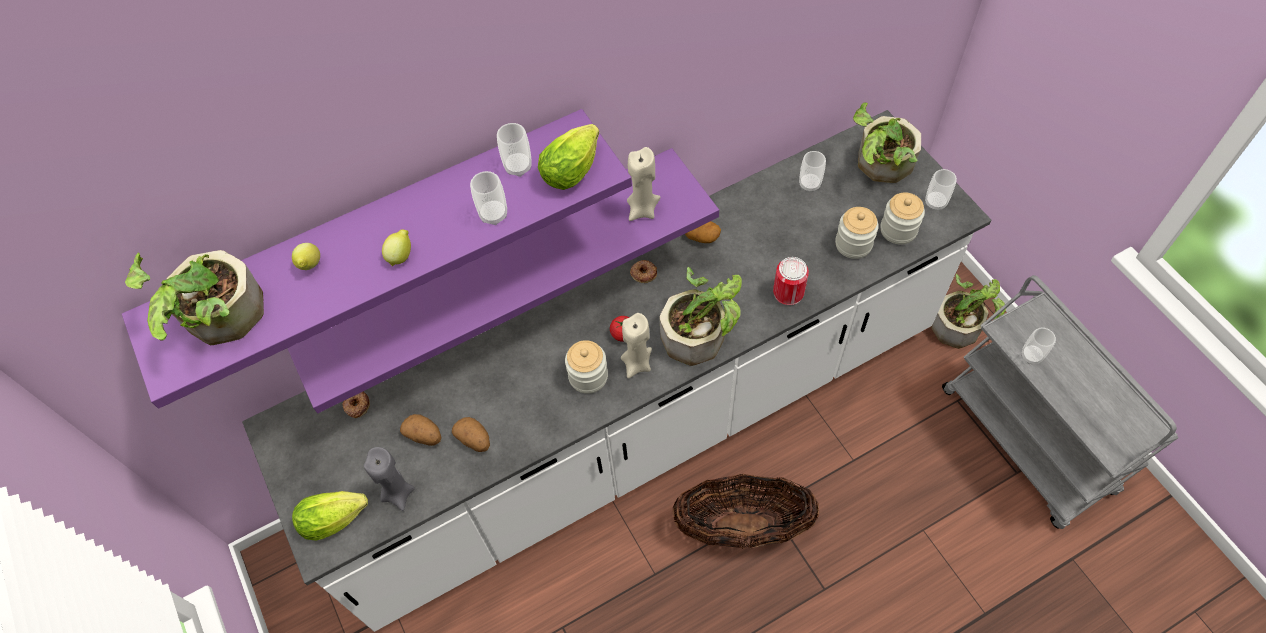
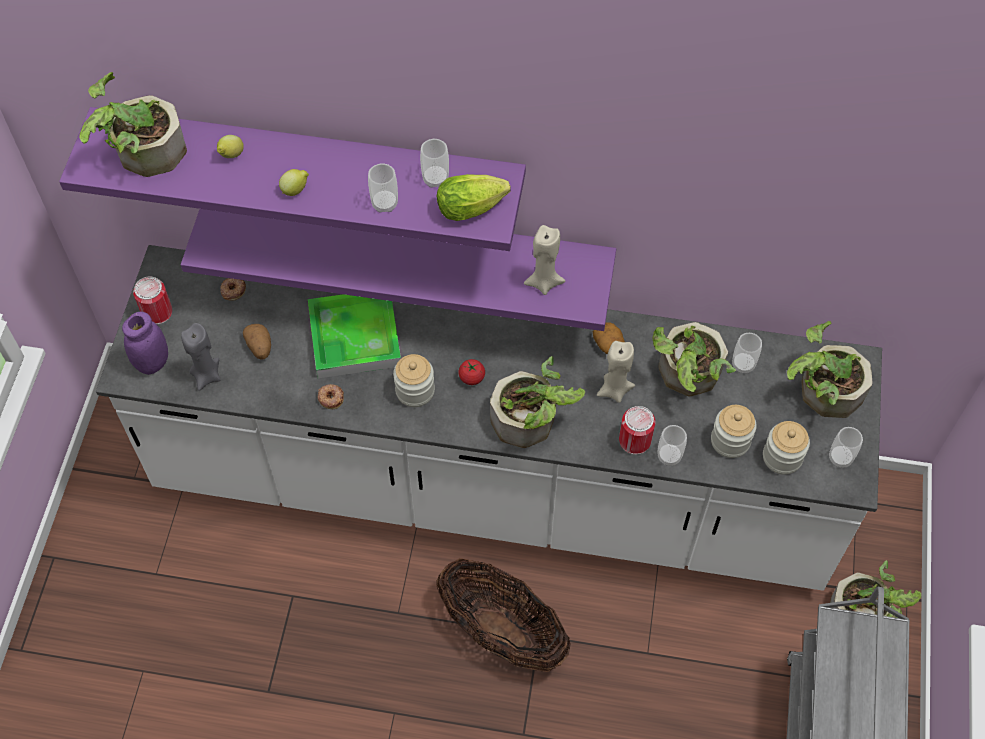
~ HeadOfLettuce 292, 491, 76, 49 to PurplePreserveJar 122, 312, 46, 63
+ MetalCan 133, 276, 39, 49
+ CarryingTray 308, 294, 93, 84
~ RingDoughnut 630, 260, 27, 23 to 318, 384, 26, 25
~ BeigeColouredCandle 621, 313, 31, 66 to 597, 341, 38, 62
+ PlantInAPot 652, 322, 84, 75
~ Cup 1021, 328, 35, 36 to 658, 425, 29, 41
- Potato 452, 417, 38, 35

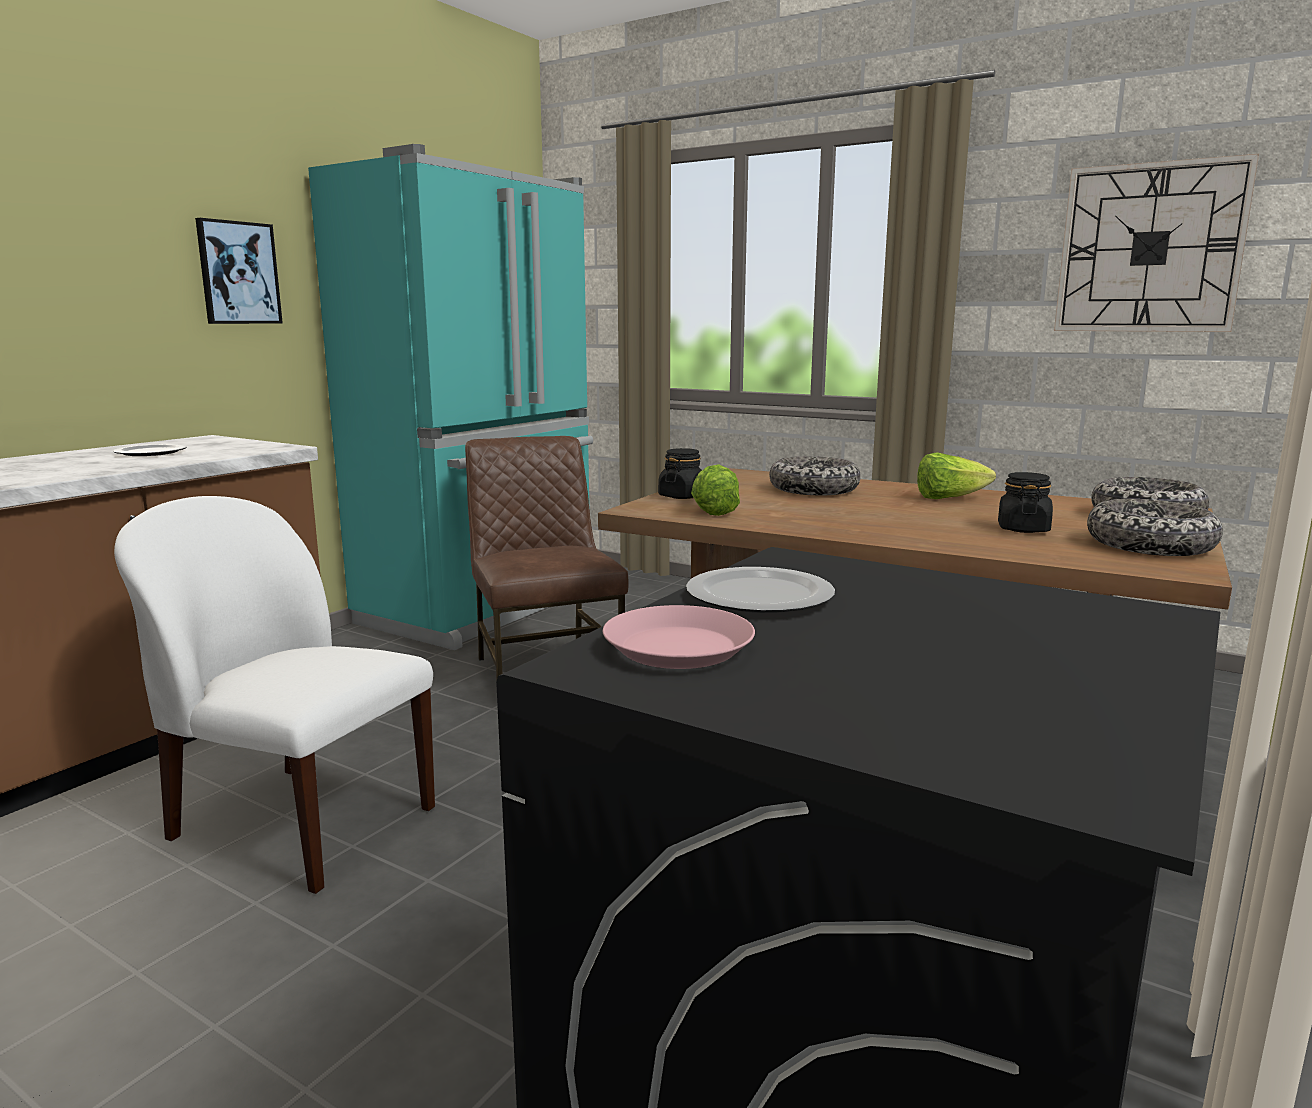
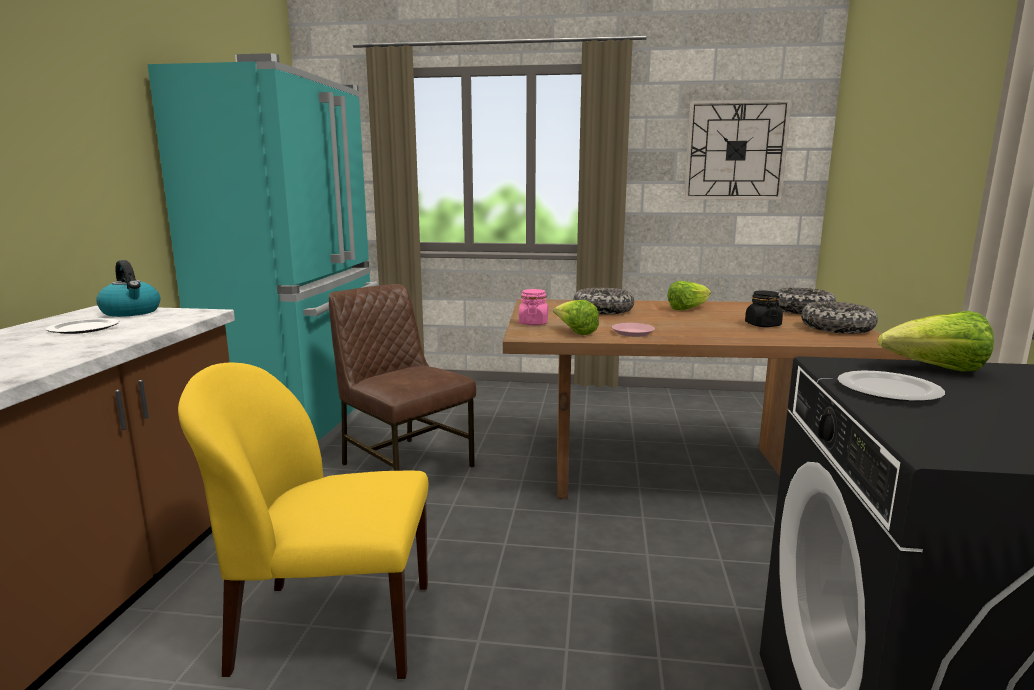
+ WaterKettle 96, 260, 64, 57
~ WhiteColouredChair 114, 496, 321, 398 to YellowishChair 178, 362, 250, 317
~ BlackishPreserveJar 658, 448, 44, 51 to PinkishPreserveJar 519, 289, 29, 36
~ PinkishDinnerPlate 603, 605, 152, 64 to 612, 323, 43, 14
+ HeadOfLettuce 878, 311, 116, 61
- WallPicture 195, 218, 88, 106

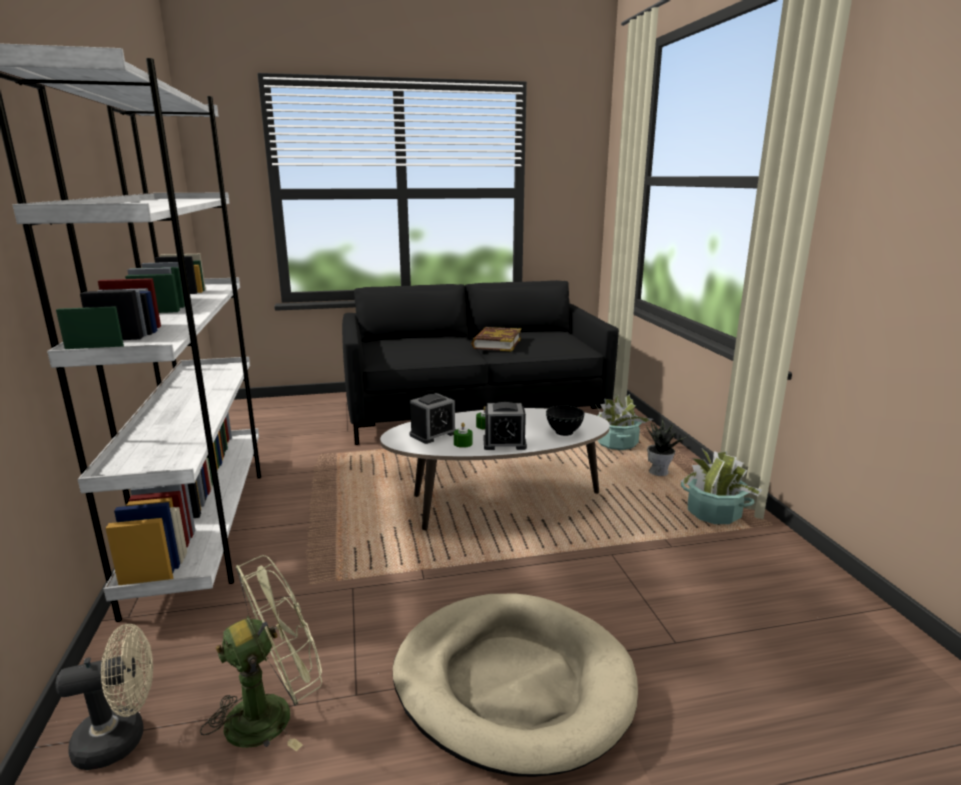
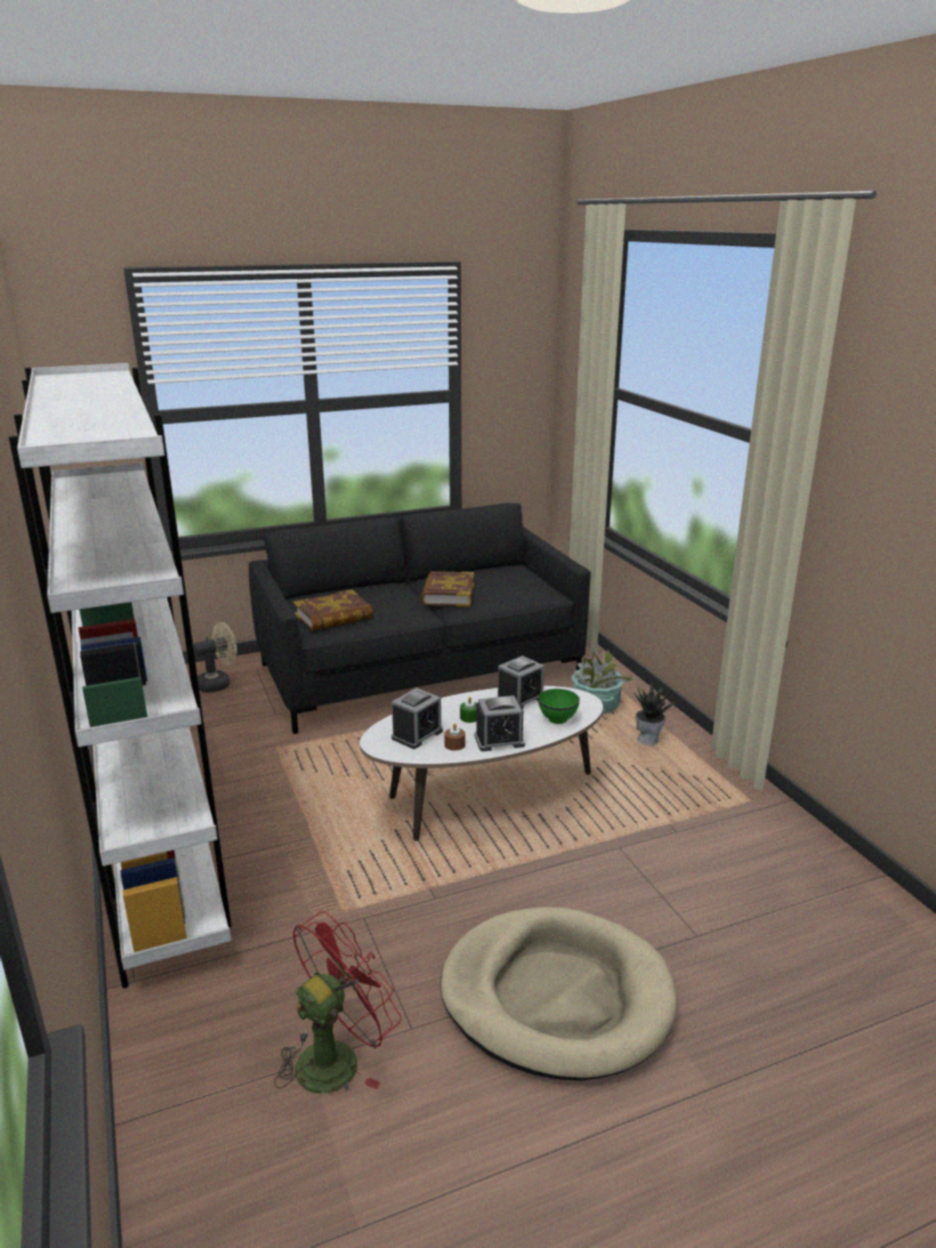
~ BeigeColouredFan 56, 624, 97, 146 to 193, 622, 44, 71
~ GreenColouredFan 200, 555, 122, 196 to ReddishFan 274, 911, 127, 183
+ Volume 293, 590, 80, 41
~ GreenColouredCandle 454, 423, 19, 25 to BrownCandle 444, 723, 21, 28
+ AlarmClock 497, 656, 47, 53
~ BlackishDeepDish 546, 406, 39, 30 to GreenColouredDeepDish 538, 689, 41, 35
- PlantInAPot 680, 449, 82, 75

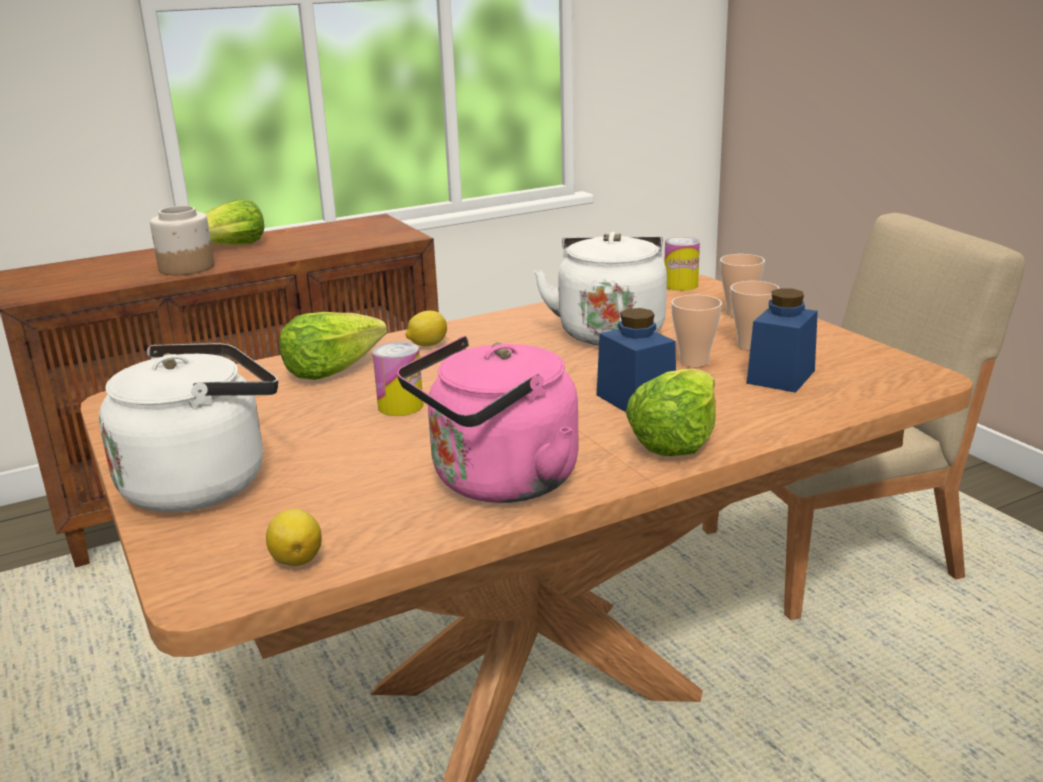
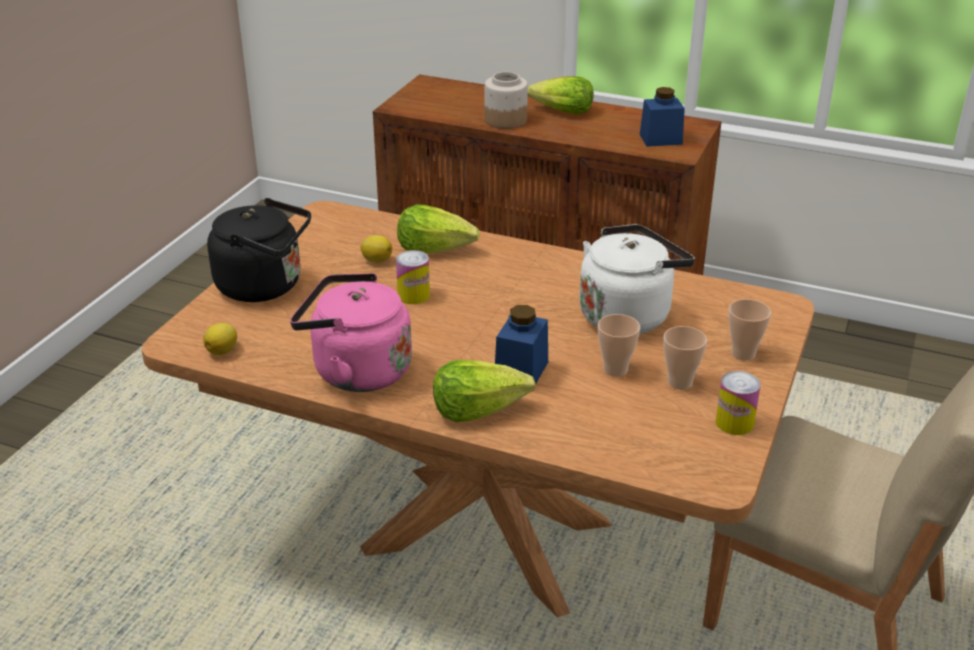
~ WhiteColouredWaterKettle 99, 343, 179, 169 to BlackishWaterKettle 207, 198, 104, 104
~ WholeLemon 406, 311, 41, 36 to 360, 235, 32, 28
~ BlueColouredPreserveJar 747, 288, 71, 105 to 640, 87, 45, 60
~ MetalCan 664, 237, 36, 54 to 715, 371, 46, 64

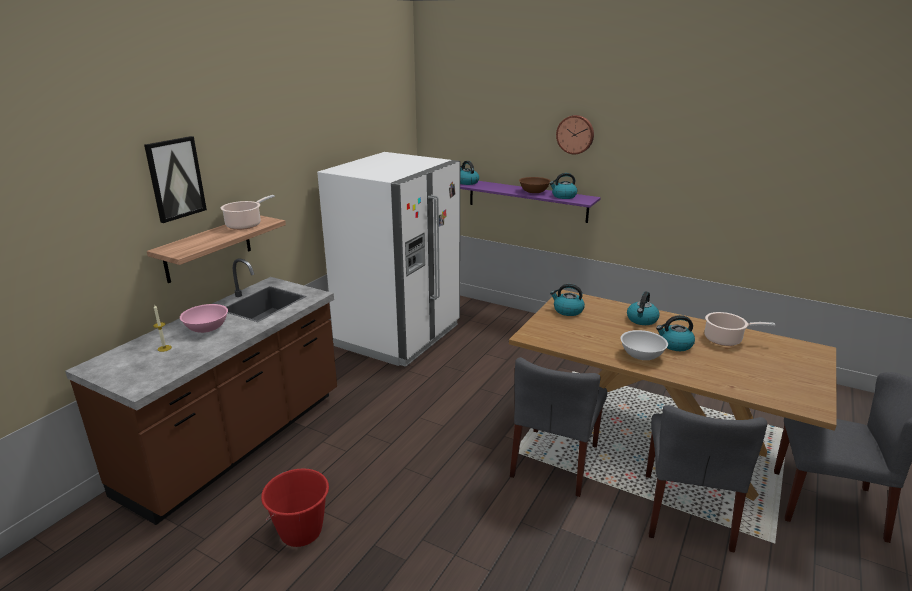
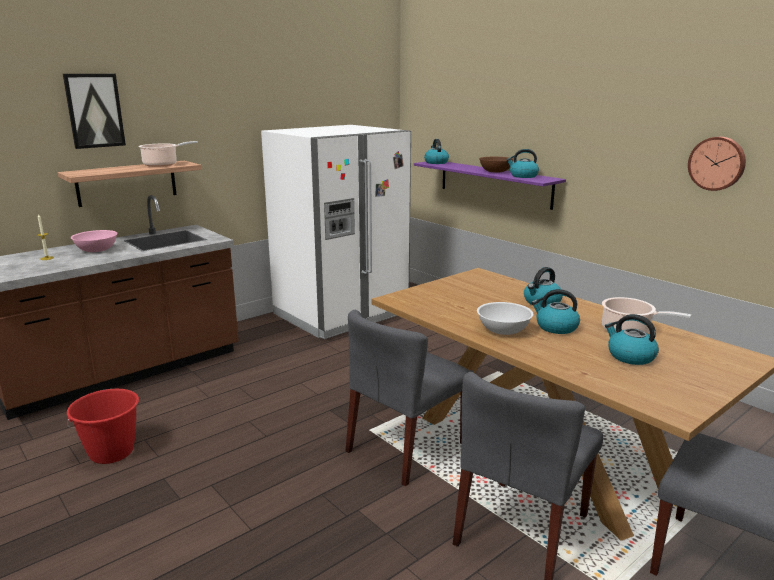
~ WaterKettle 550, 284, 35, 32 to 605, 314, 54, 51
~ HangingClock 556, 115, 38, 40 to 688, 137, 58, 54

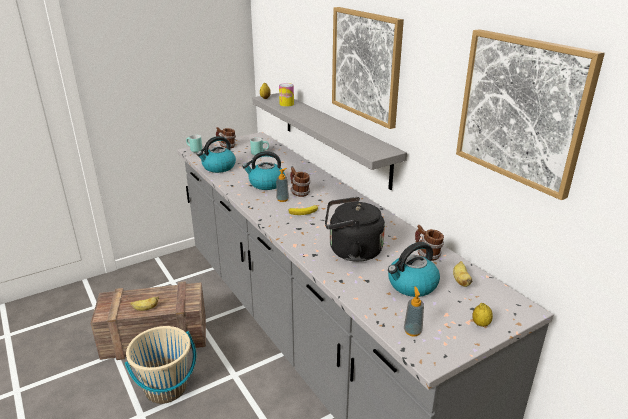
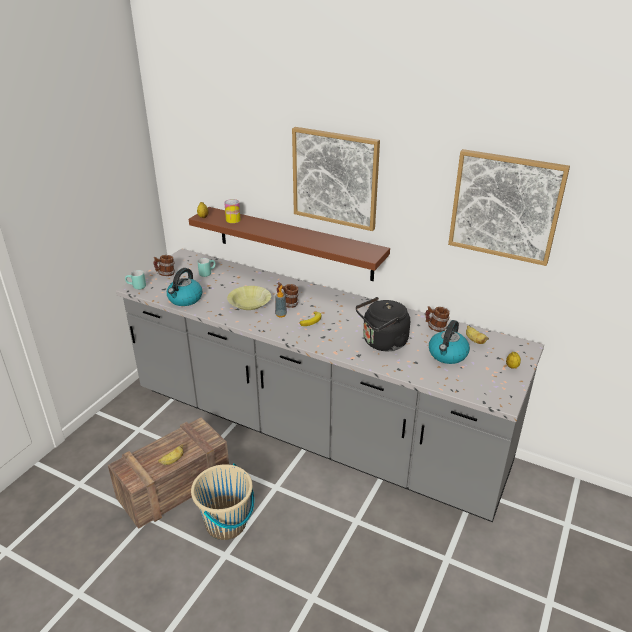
~ GrayBracketShelf 252, 93, 155, 97 to BrownBracketShelf 189, 207, 201, 74
~ WaterKettle 242, 151, 43, 39 to YellowishDeepDish 227, 286, 44, 24
- SoapBottle 404, 287, 20, 50

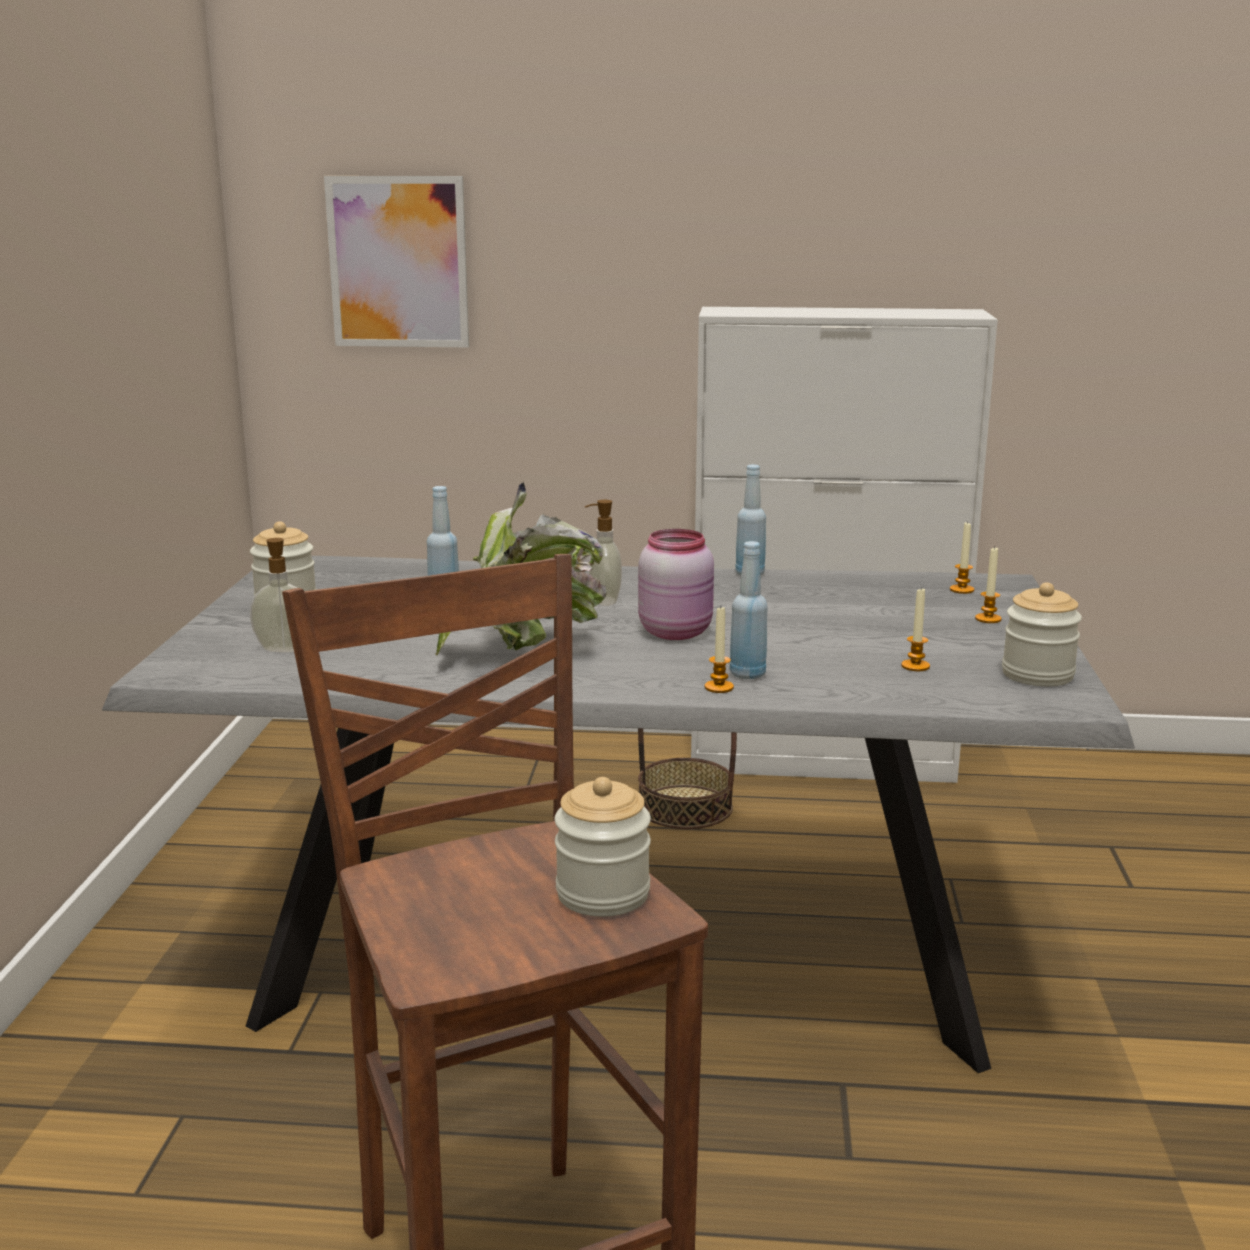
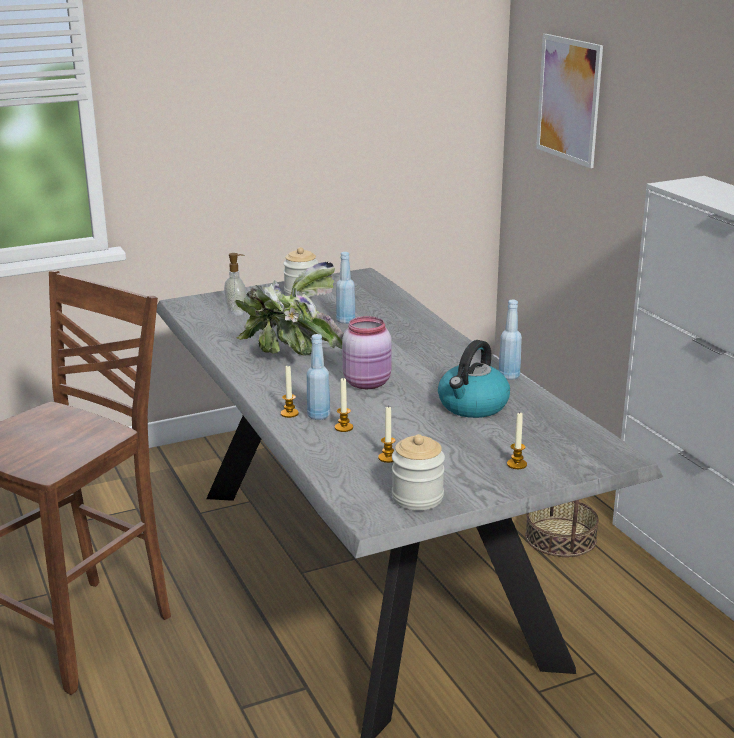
~ Candle 950, 523, 24, 71 to 335, 378, 18, 54
+ WaterKettle 438, 340, 72, 78
- PreserveJar 555, 777, 96, 140
- SoapBottle 585, 500, 37, 106

